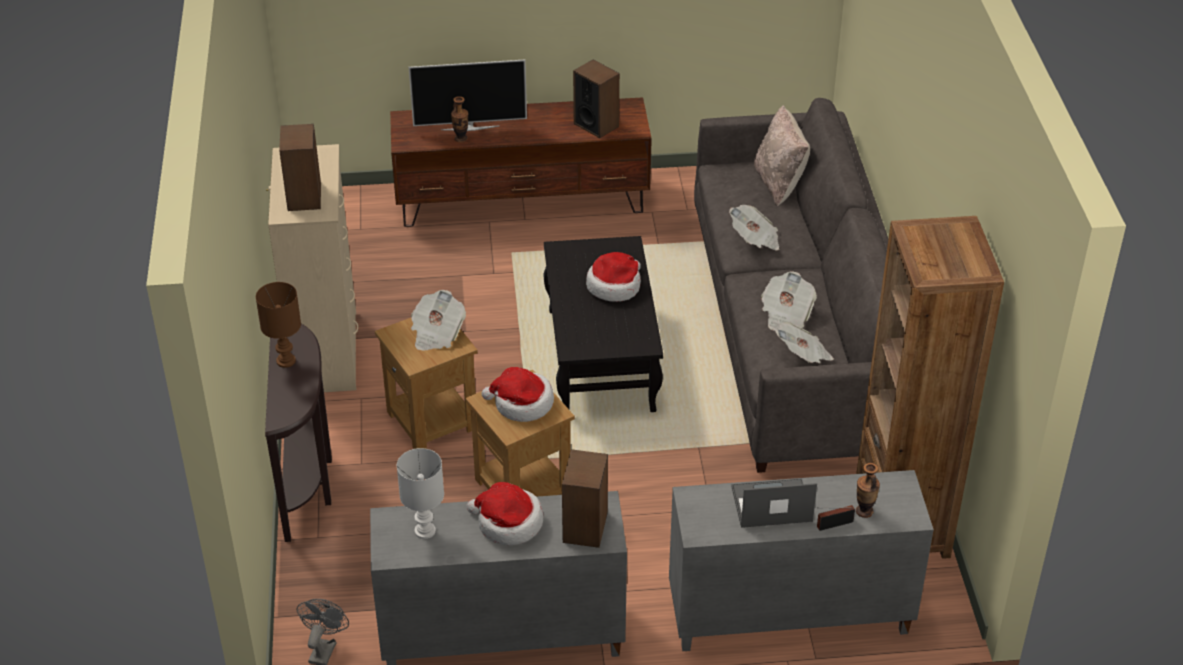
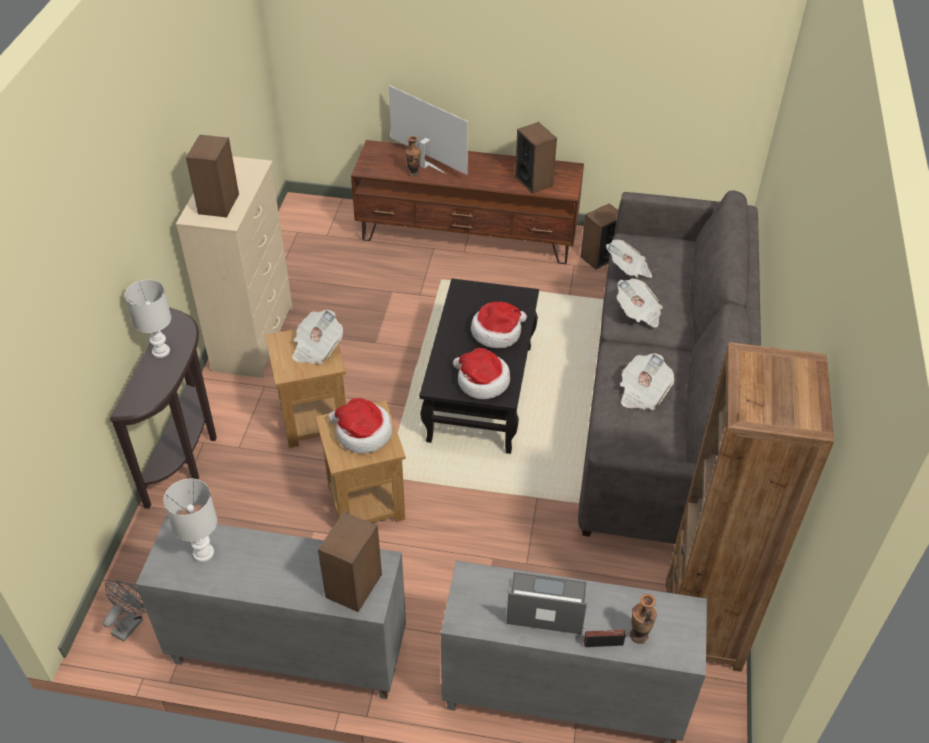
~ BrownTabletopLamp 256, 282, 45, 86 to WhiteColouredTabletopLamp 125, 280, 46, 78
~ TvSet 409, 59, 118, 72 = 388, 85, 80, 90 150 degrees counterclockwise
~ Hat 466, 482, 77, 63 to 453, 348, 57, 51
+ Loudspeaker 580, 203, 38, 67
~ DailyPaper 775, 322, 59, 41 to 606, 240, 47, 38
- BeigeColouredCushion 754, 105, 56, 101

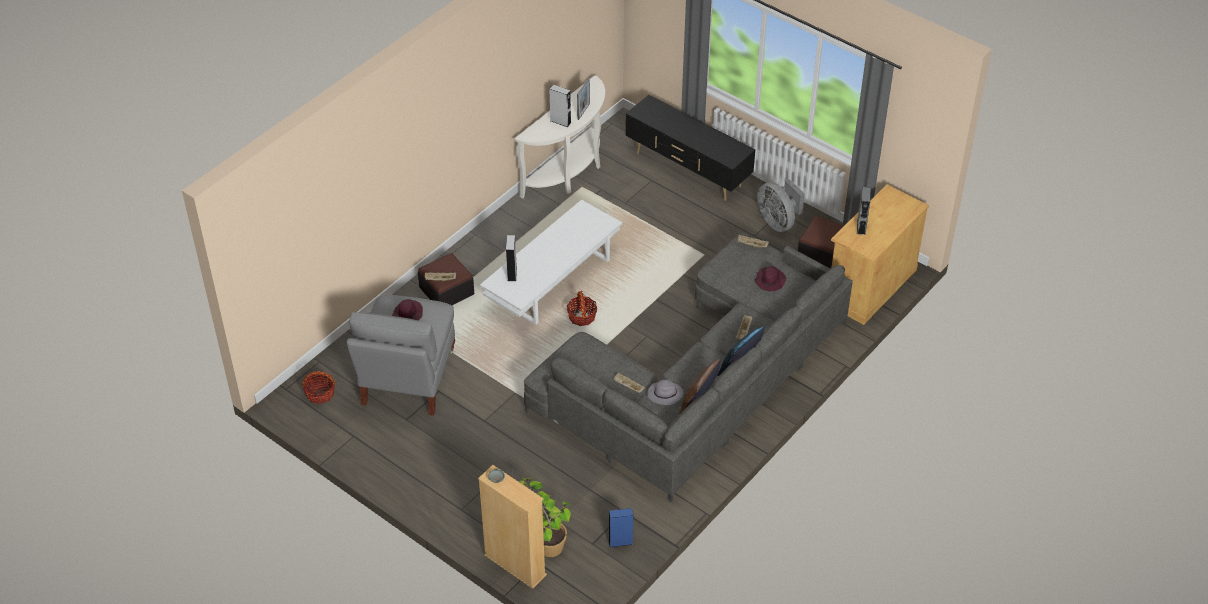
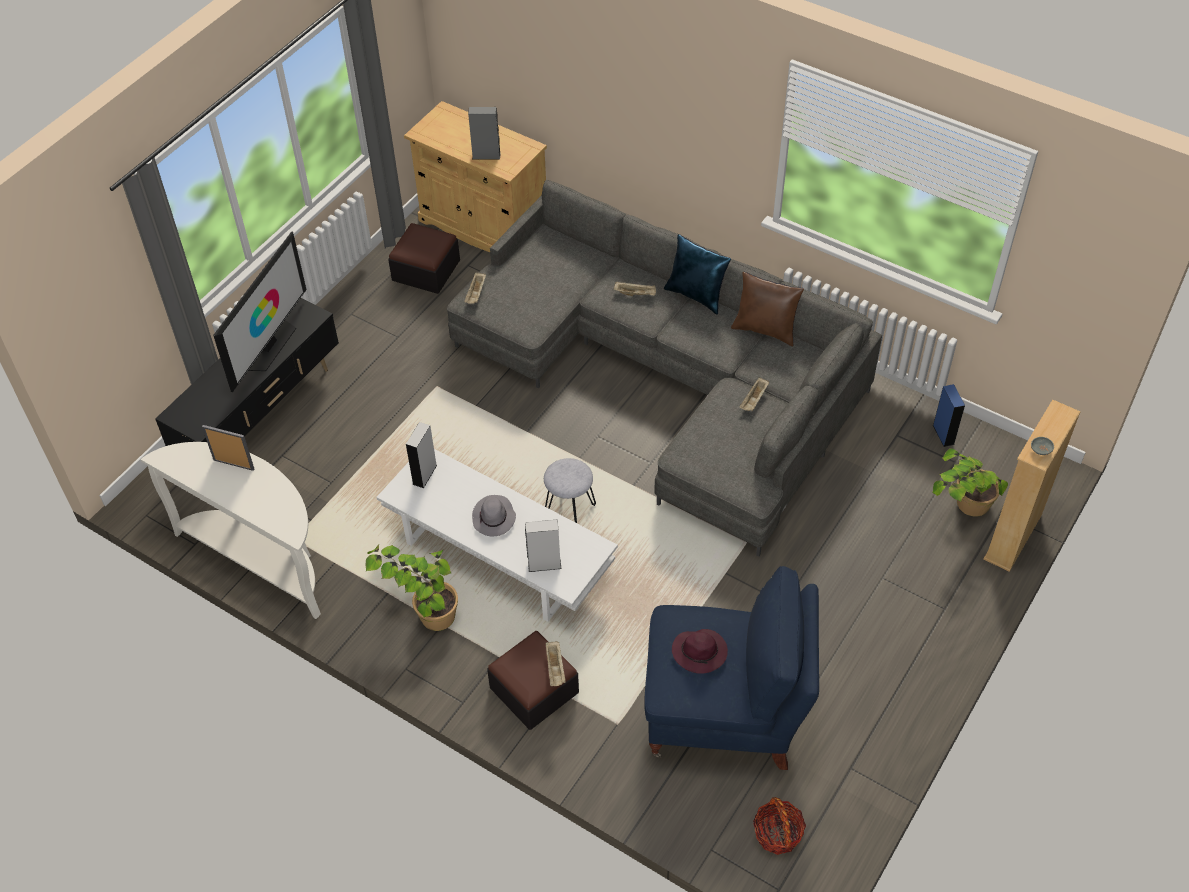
+ TvSet 213, 231, 93, 161
+ PlantInAPot 366, 545, 92, 86
~ GrayLoudspeaker 549, 84, 22, 43 to 406, 422, 31, 66
~ GrayHat 648, 380, 35, 25 to 472, 495, 44, 41
~ StorageBasket 567, 291, 30, 35 to GrayStoolSeat 544, 458, 52, 65
~ GrayLoungeChair 347, 295, 108, 121 to BlueColouredLoungeChair 644, 566, 175, 204
- PurpleHat 755, 266, 31, 25
- GrayFan 757, 179, 48, 53

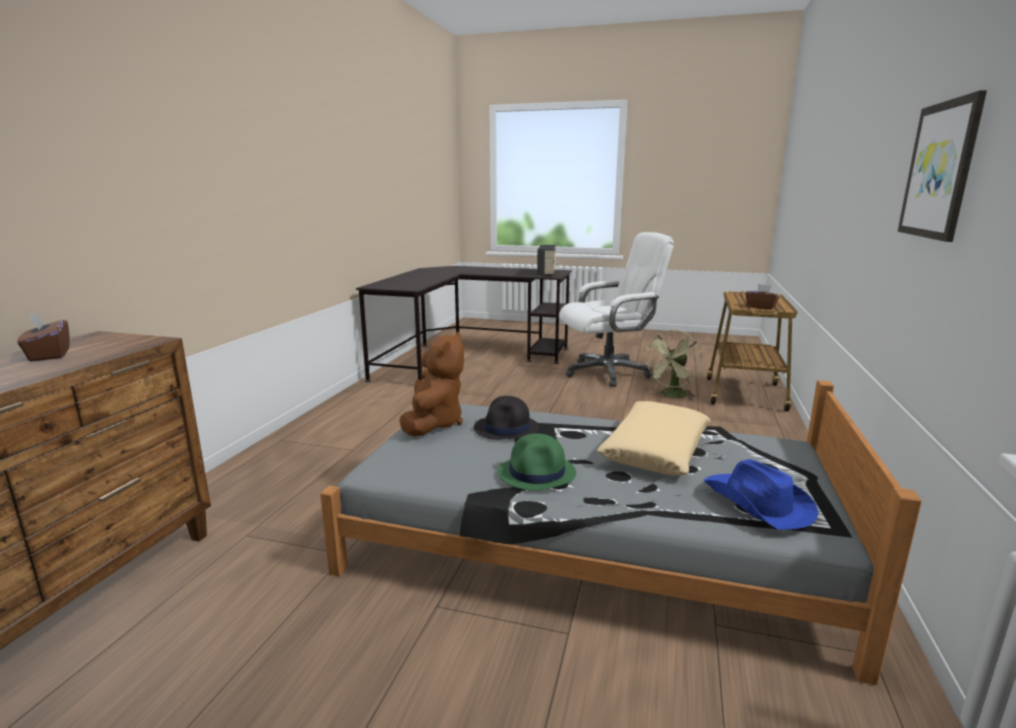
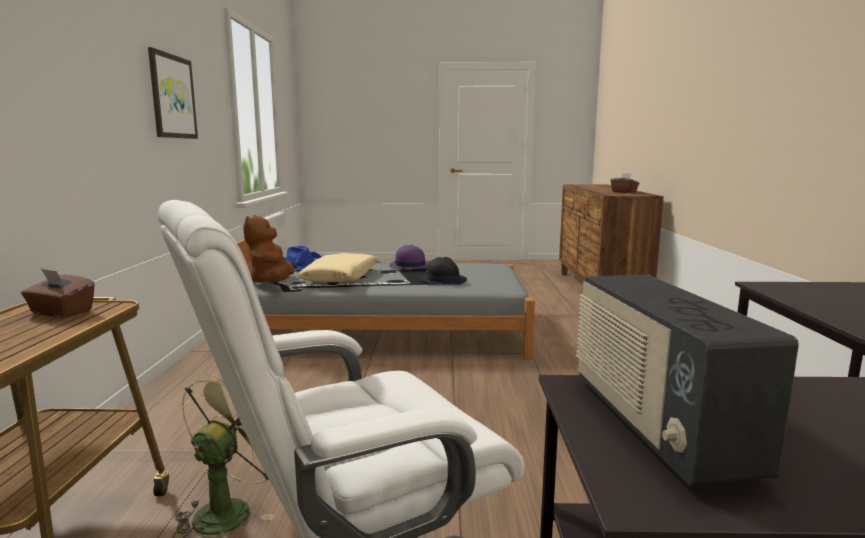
~ BrownPlushToy 399, 332, 65, 104 to 243, 215, 52, 68
~ GreenColouredHat 498, 433, 78, 58 to PurpleHat 389, 245, 40, 24

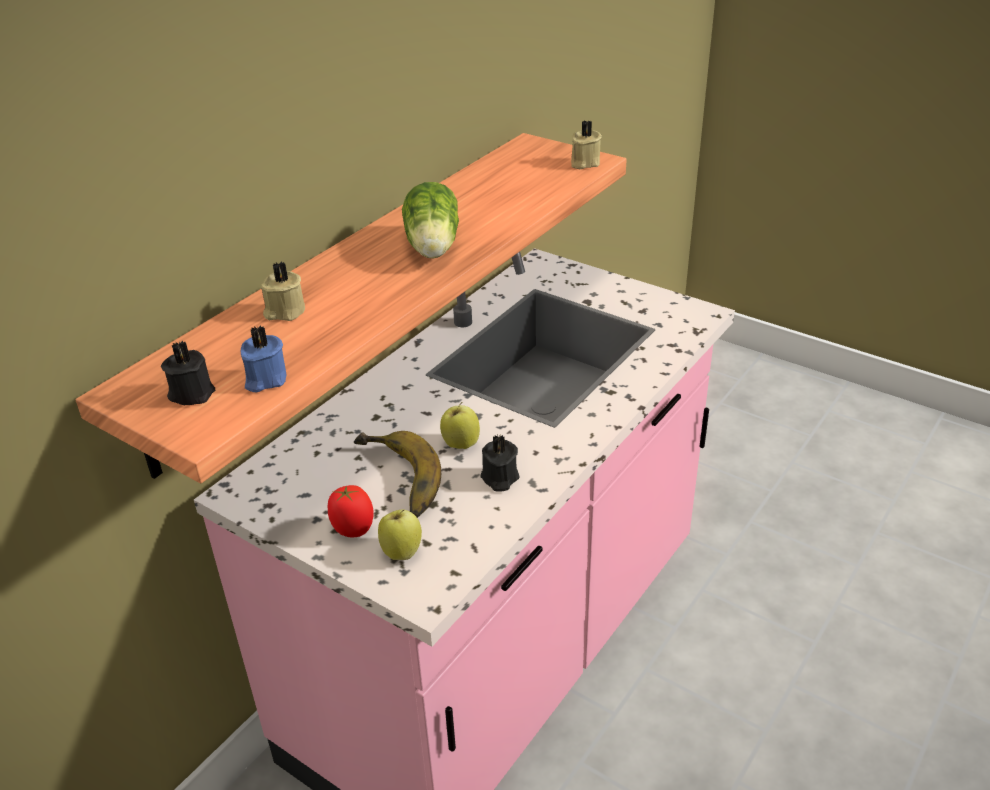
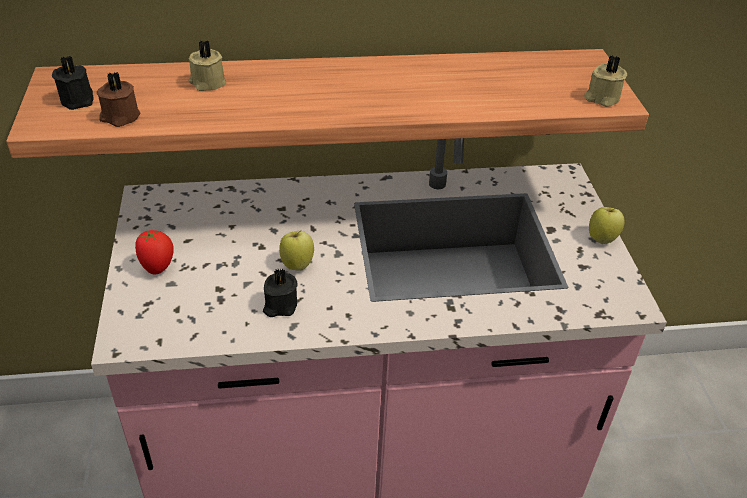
~ BlueColouredCandle 241, 325, 46, 68 to BrownCandle 97, 72, 44, 55
~ AppleFruit 378, 509, 44, 51 to 589, 207, 35, 37
- WholeBanana 354, 431, 87, 87
- HeadOfLettuce 402, 182, 57, 77

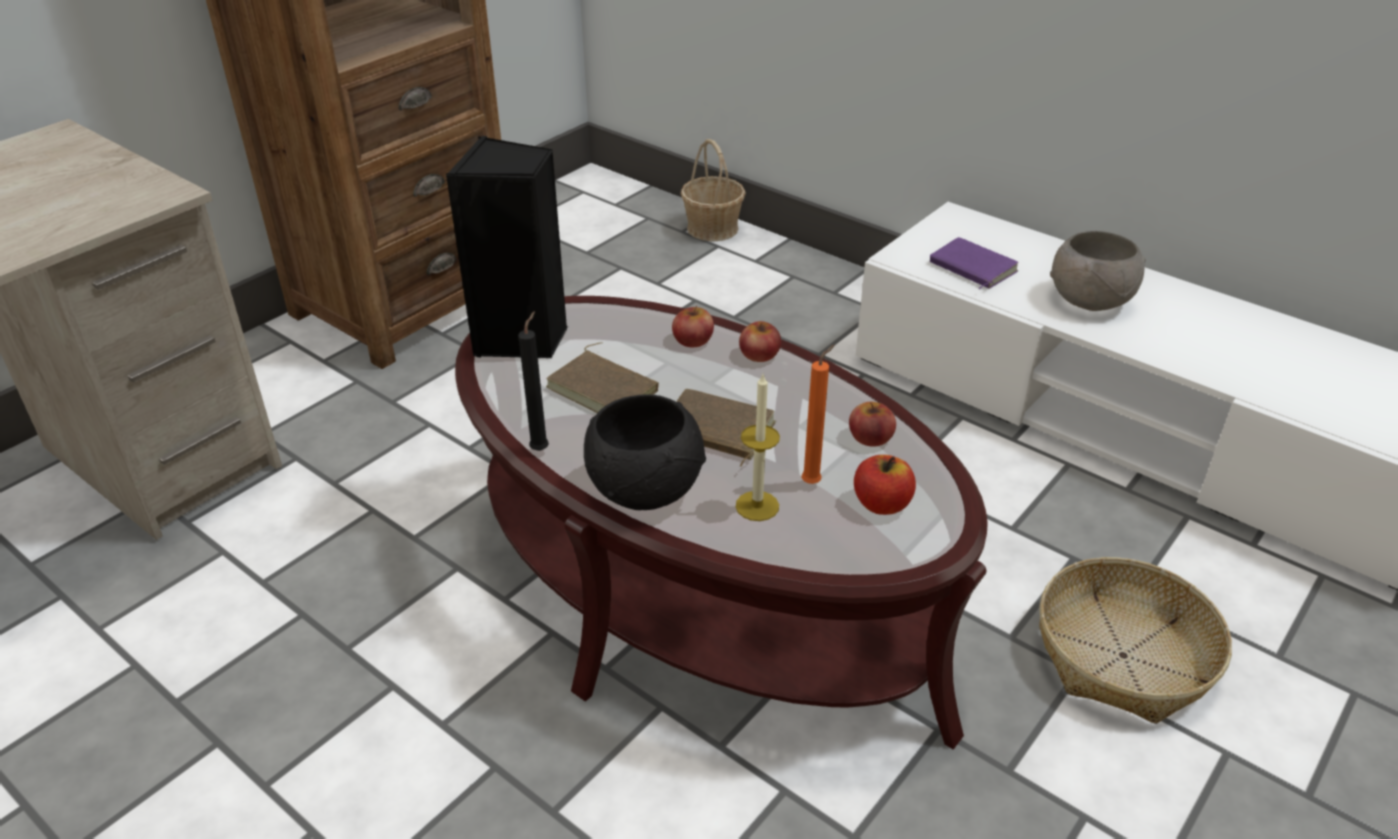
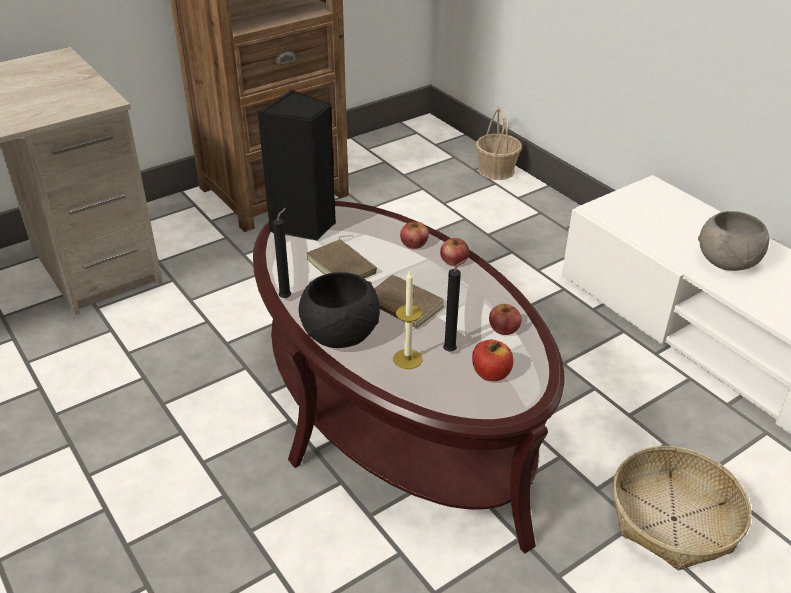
~ OrangeColouredCandle 801, 345, 34, 139 to BlackishCandle 443, 260, 23, 91
- PurpleVolume 930, 237, 89, 52

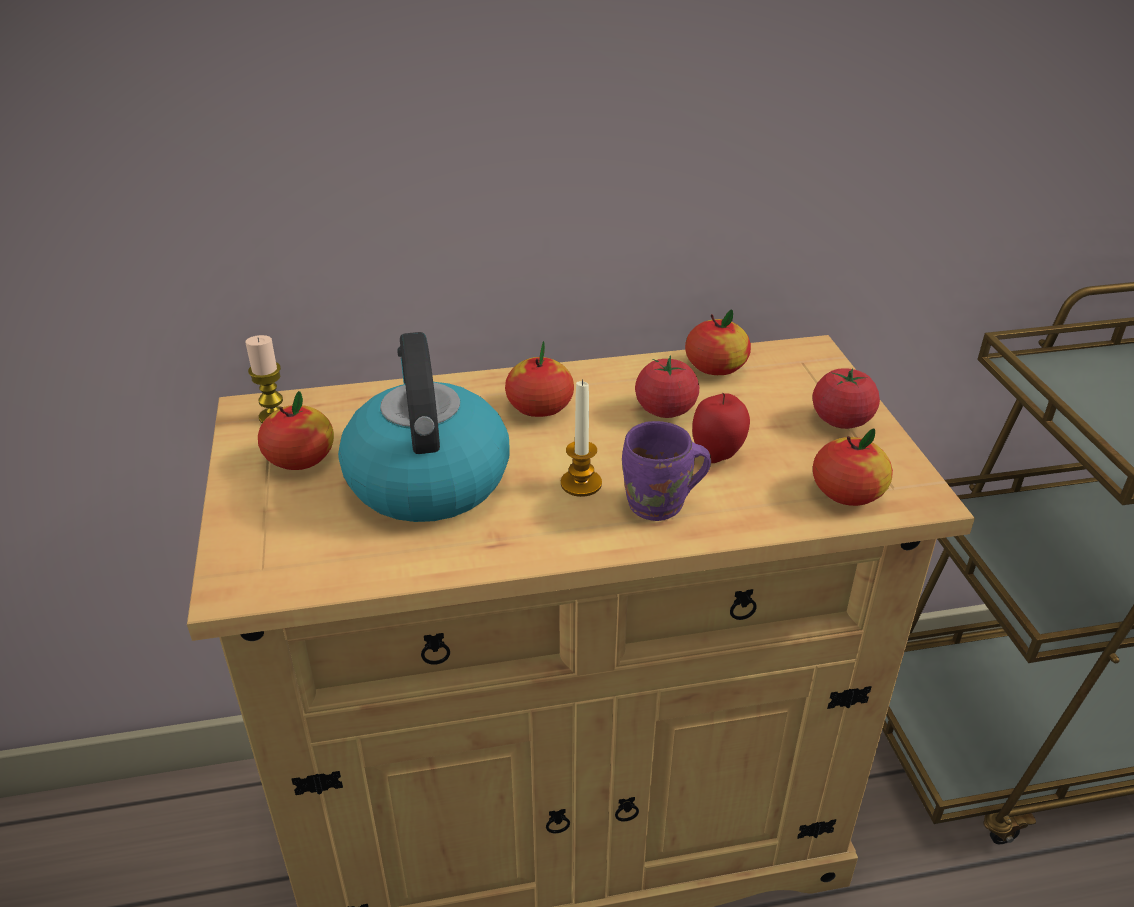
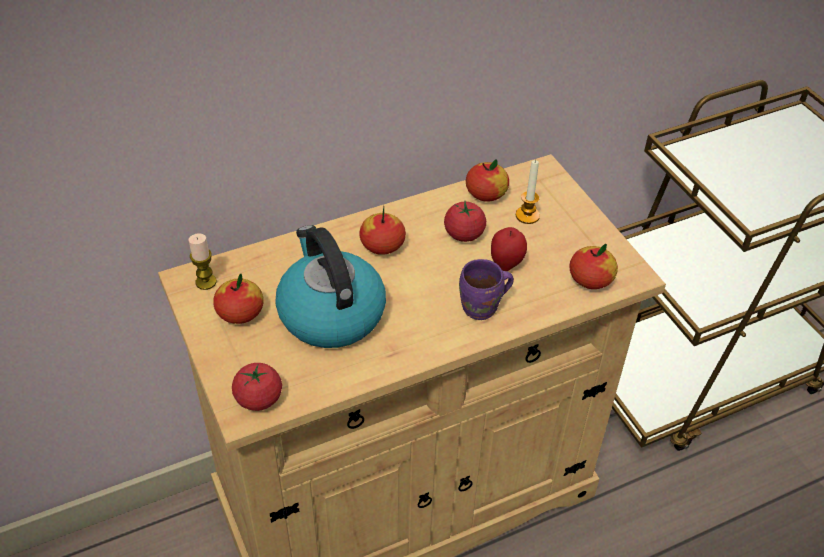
~ Tomato 812, 368, 68, 61 to 232, 363, 50, 48
~ Candle 561, 379, 41, 118 to 516, 160, 24, 64

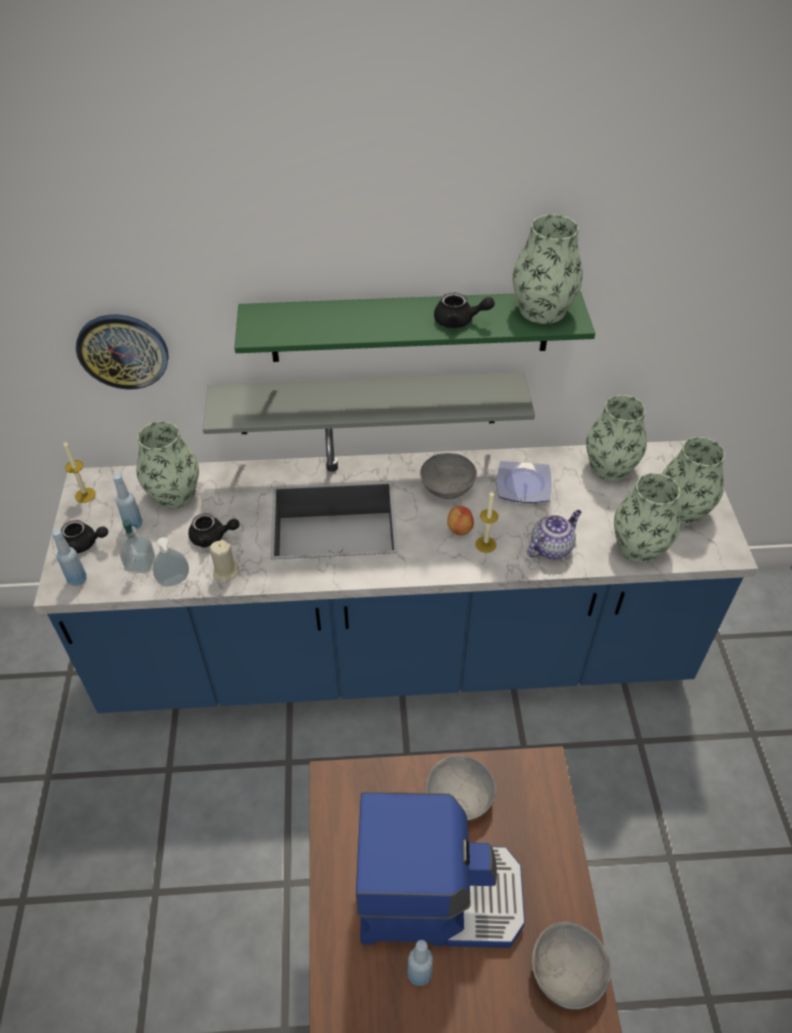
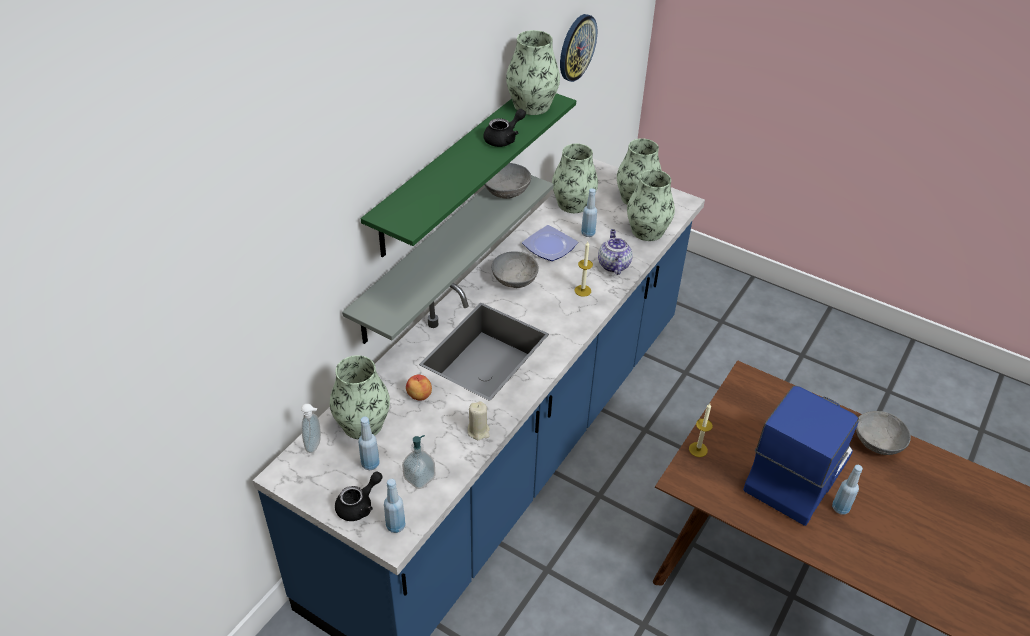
~ SoapBottle 153, 537, 36, 49 to 301, 404, 20, 49
~ AppleFruit 447, 506, 27, 29 to 406, 375, 26, 26
~ GrayDeepDish 425, 755, 71, 66 to 484, 163, 47, 36
~ HangingClock 76, 314, 93, 76 to 560, 14, 37, 68
+ BlueColouredBeverageBottle 581, 188, 16, 49
~ Candle 63, 441, 33, 62 to 689, 403, 24, 54
- BlackishPotForTea 188, 513, 51, 34

